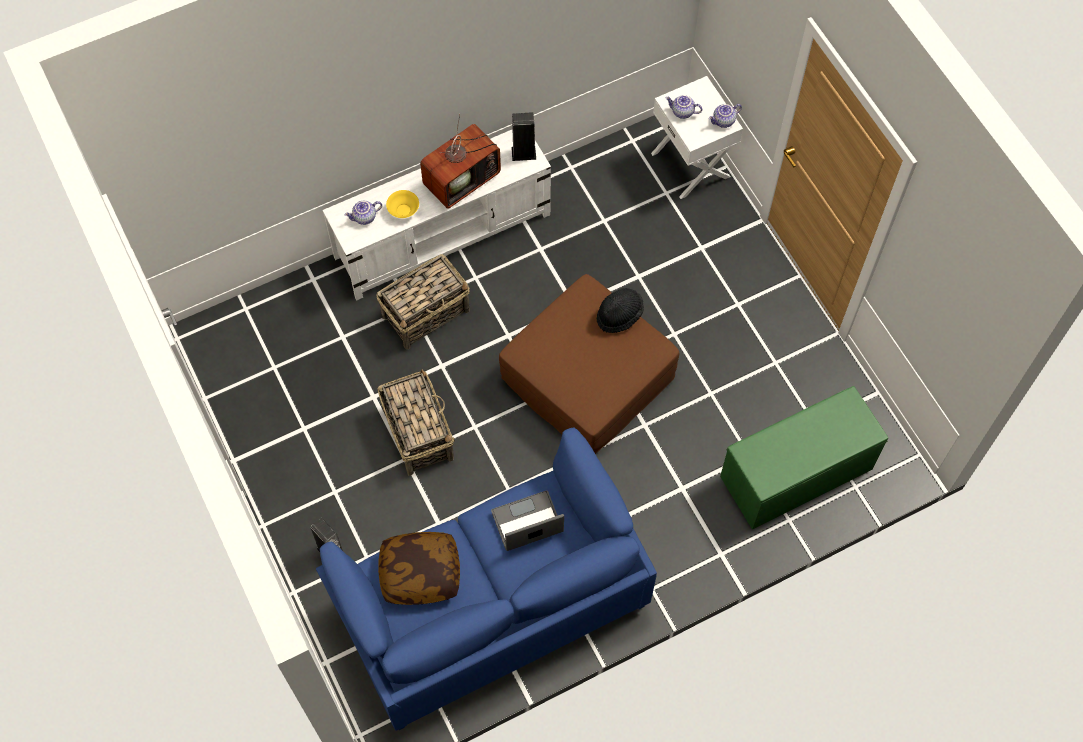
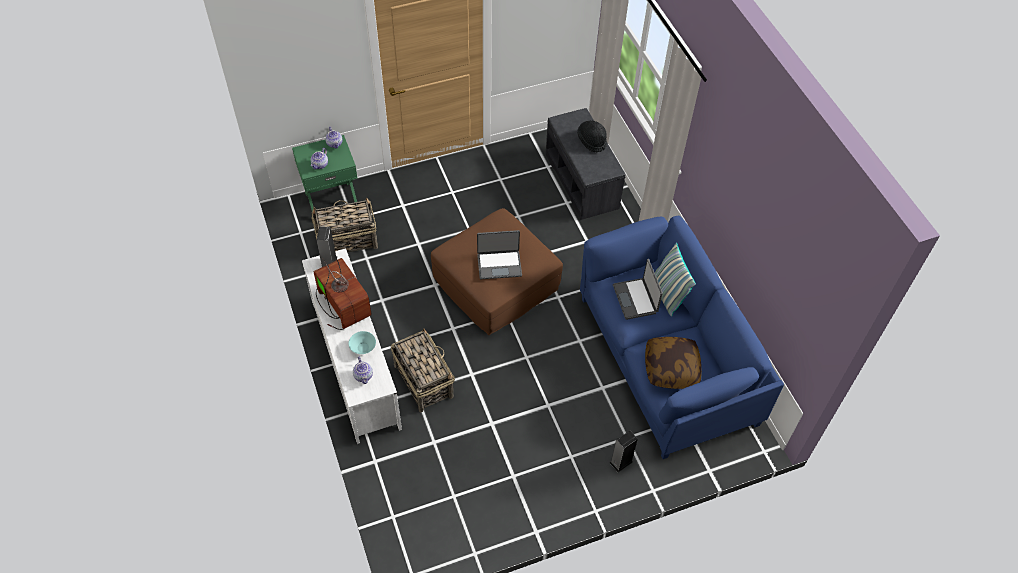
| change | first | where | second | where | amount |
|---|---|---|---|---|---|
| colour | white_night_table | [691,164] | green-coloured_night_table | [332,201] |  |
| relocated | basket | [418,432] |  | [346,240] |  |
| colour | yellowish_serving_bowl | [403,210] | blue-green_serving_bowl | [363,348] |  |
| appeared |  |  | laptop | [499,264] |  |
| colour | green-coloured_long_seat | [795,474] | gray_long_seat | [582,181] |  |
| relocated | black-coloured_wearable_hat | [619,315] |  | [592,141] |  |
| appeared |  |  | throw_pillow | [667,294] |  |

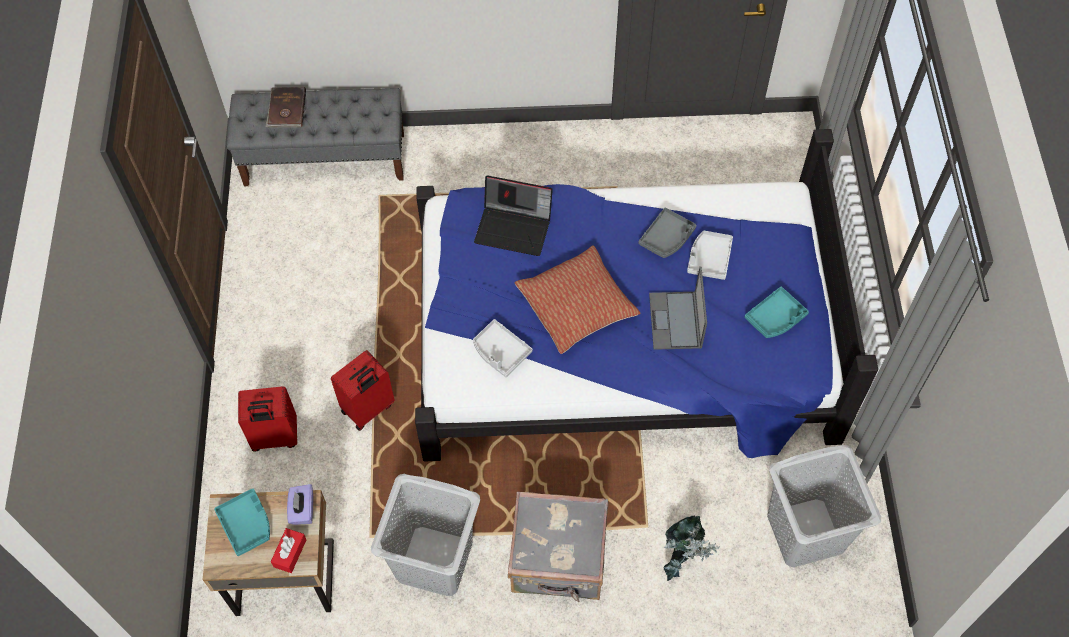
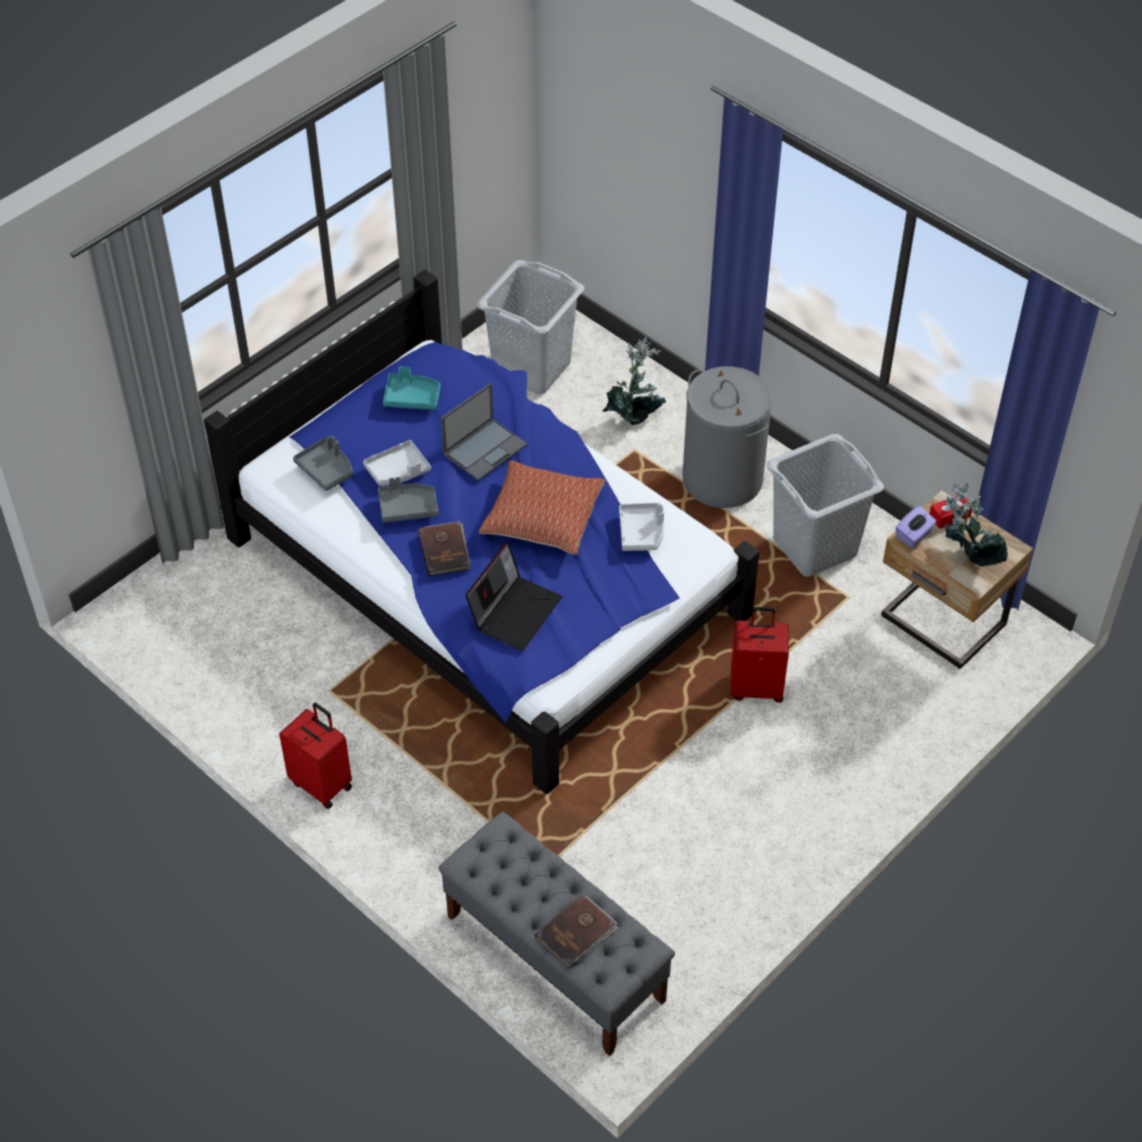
| change | first | where | second | where | amount |
|---|---|---|---|---|---|
| relocated | red_piece_of_luggage | [275,437] |  | [322,784] |  |
| appeared |  |  | gray_carrying_tray | [326,469] |  |
| appeared |  |  | brown-coloured_bound_book | [445,550] |  |
| spun | laptop | [514,228] |  | [515,611] | 60 degrees clockwise |
| exchanged | gray_piece_of_luggage | [559,560] | gray_washing_basket | [722,479] |  |
| exchanged | blue-green_carrying_tray | [247,524] | plant_in_a_pot | [967,557] |  |

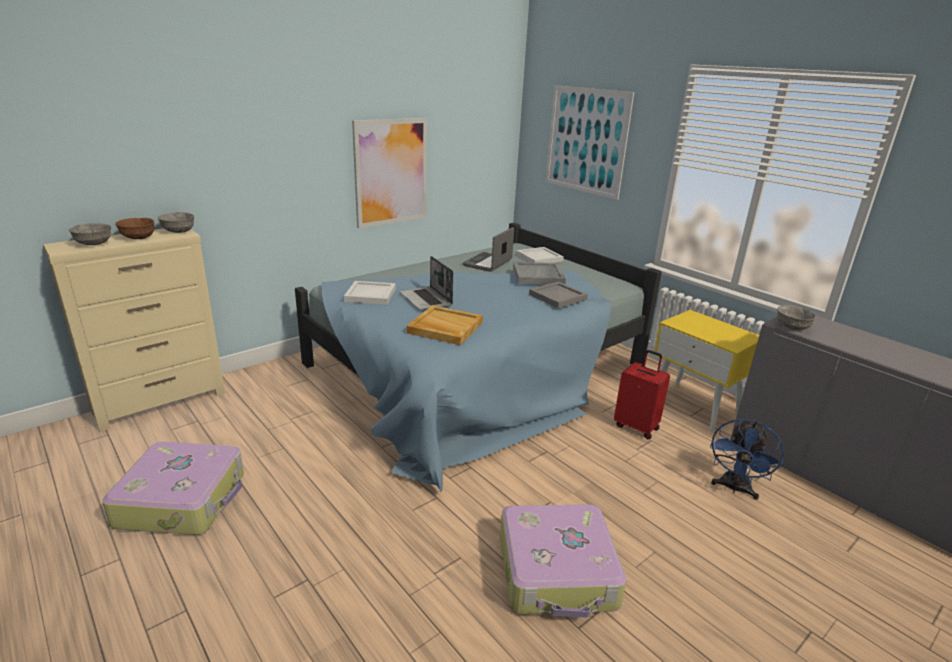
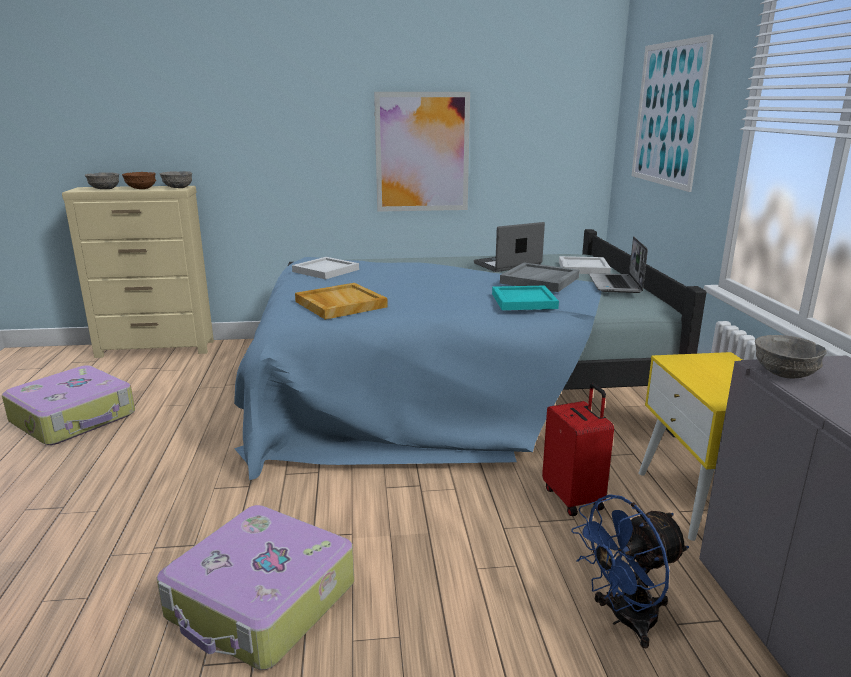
| change | first | where | second | where | amount |
|---|---|---|---|---|---|
| colour | gray_carrying_tray | [557,296] | blue-green_carrying_tray | [524,300] |  |
| relocated | laptop | [426,300] |  | [615,285] |  |

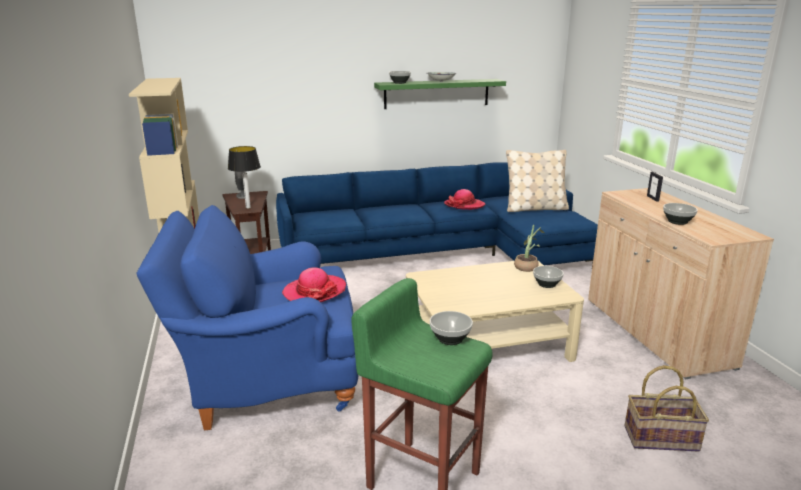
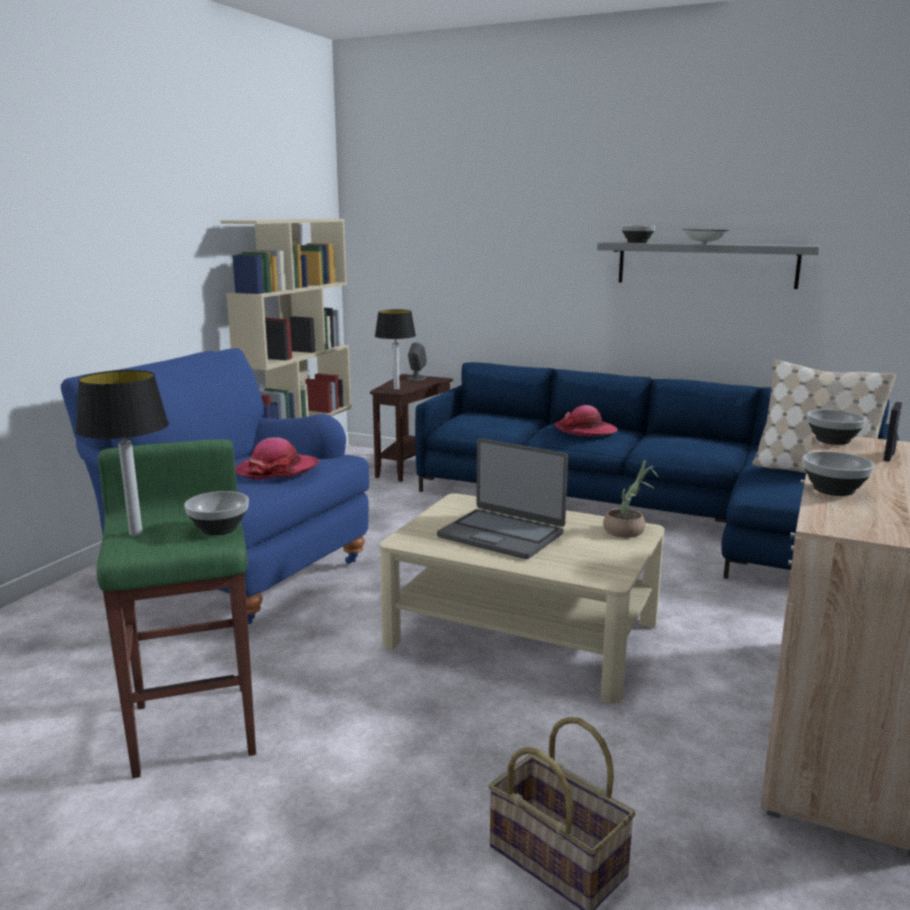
| change | first | where | second | where | amount |
|---|---|---|---|---|---|
| appeared |  |  | lamp_for_a_table | [136,533] |  |
| appeared |  |  | laptop | [501,535] |  |
| relocated | wearable_hat | [464,205] |  | [585,430] |  |
| colour | green-coloured_shelf | [437,93] | gray_shelf | [706,264] |  |
| relocated | serving_bowl | [547,284] |  | [833,441] |  |

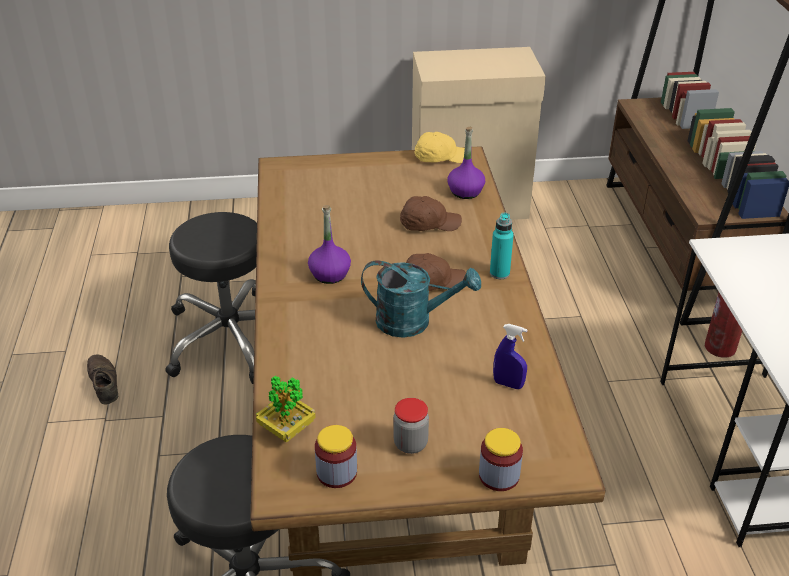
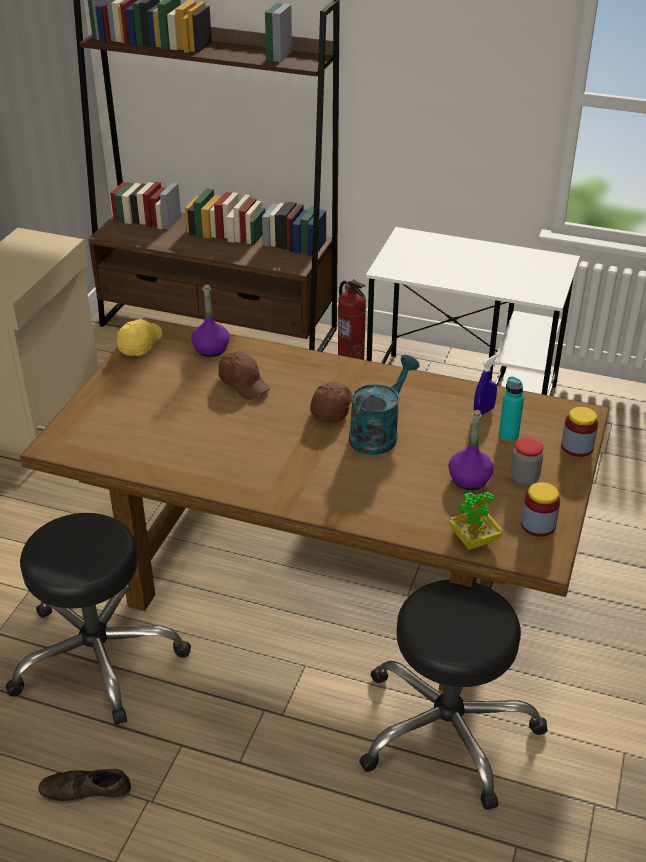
| change | first | where | second | where | amount |
|---|---|---|---|---|---|
| spun | brown-coloured_peaked_cap | [429,224] |  | [244,383] | 120 degrees clockwise |
| relocated | purplish_drink_bottle | [329,274] |  | [469,480] |  |
| relocated | blue-green_drink_bottle | [499,273] |  | [508,435] |  |

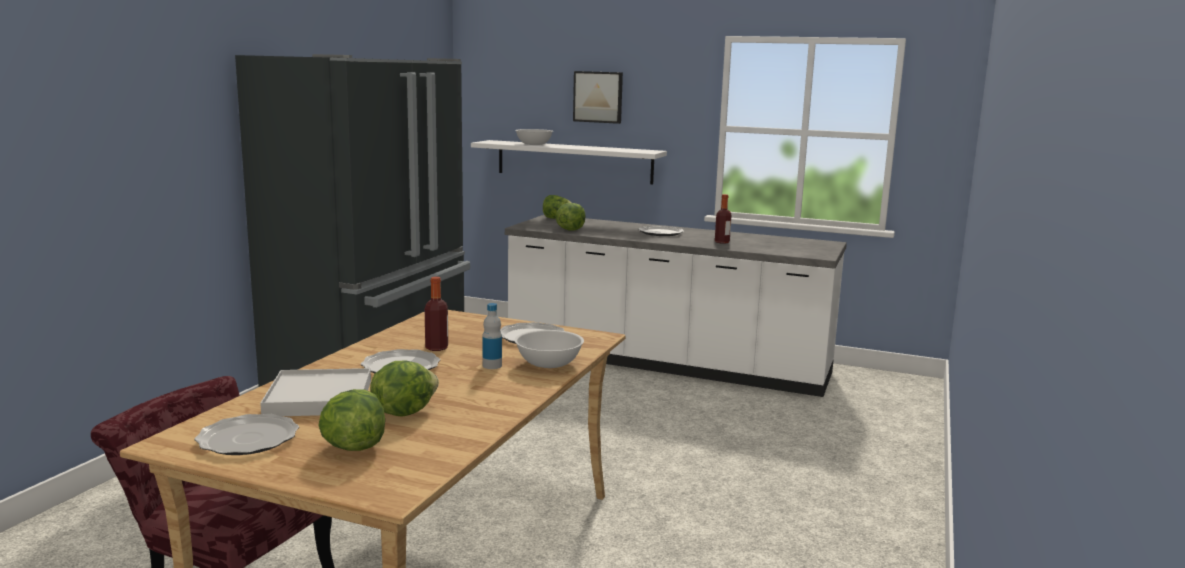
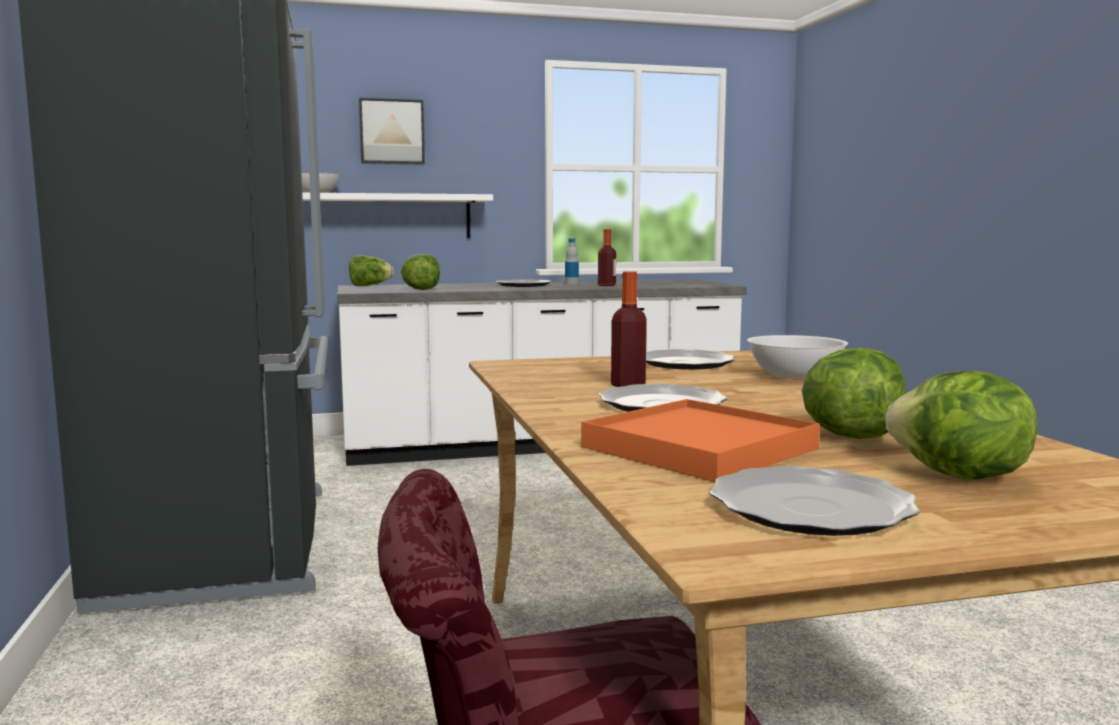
| change | first | where | second | where | amount |
|---|---|---|---|---|---|
| relocated | drink_bottle | [492,366] |  | [571,284] |  |
| colour | white_carrying_tray | [319,398] | orange-coloured_carrying_tray | [698,448] |  |

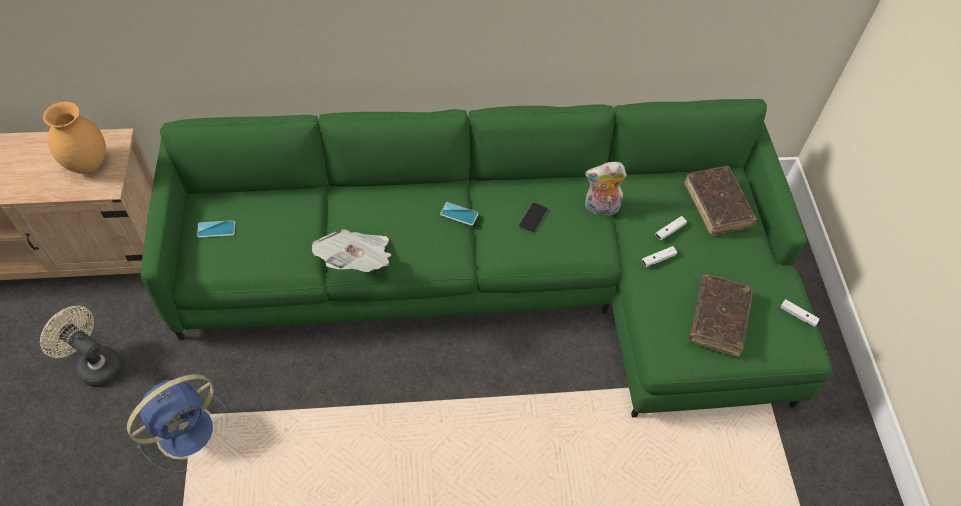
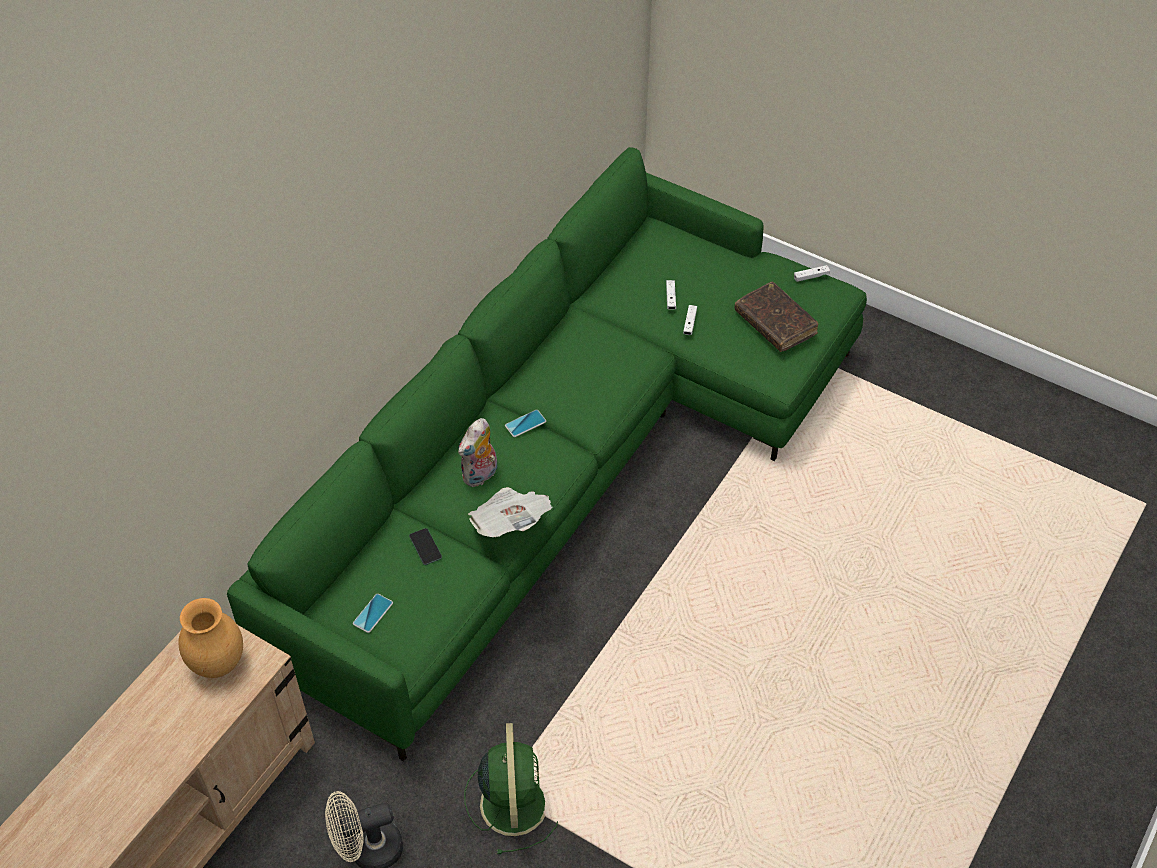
| change | first | where | second | where | amount |
|---|---|---|---|---|---|
| relocated | telephone | [533,218] |  | [425,547] |  |
| relocated | soft_toy | [600,208] |  | [480,475] |  |
| colour | blue_cooling_fan | [188,429] | green-coloured_cooling_fan | [513,801] |  |
| missing | brown-coloured_bound_book | [717,205] |  |  |  |

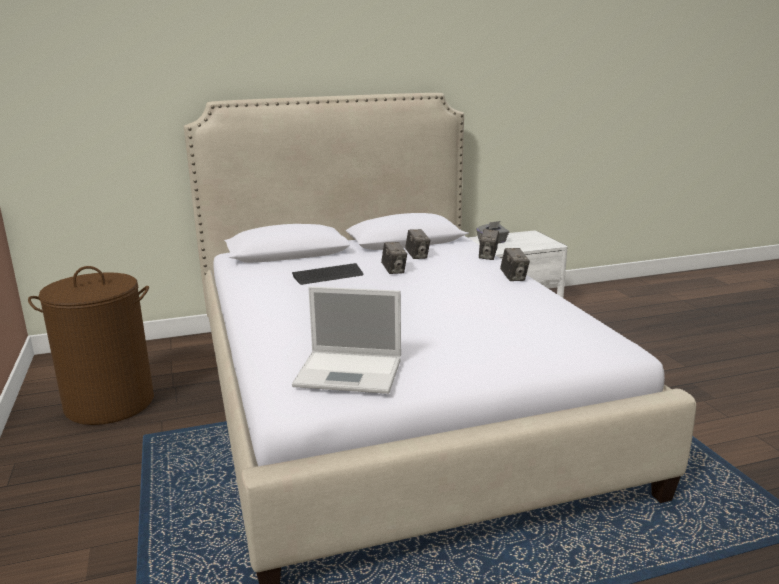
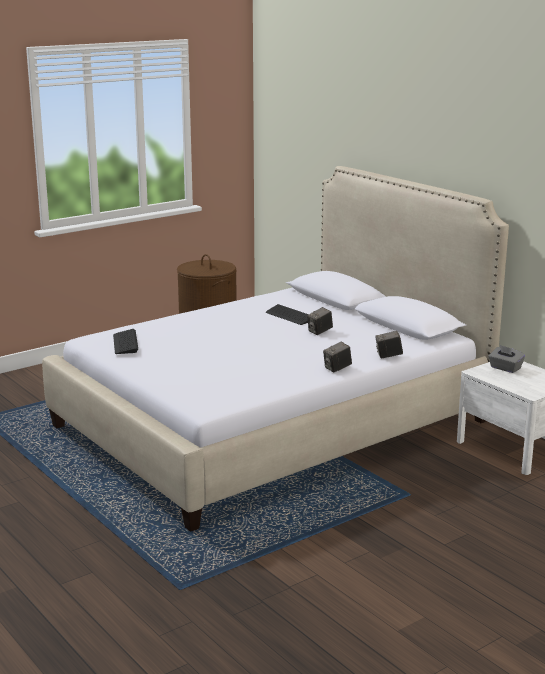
| change | first | where | second | where | amount |
|---|---|---|---|---|---|
| exchanged | laptop | [351,372] | computer_keyboard | [125,343] |  |
| missing | photo_camera | [417,256] |  |  |  |

